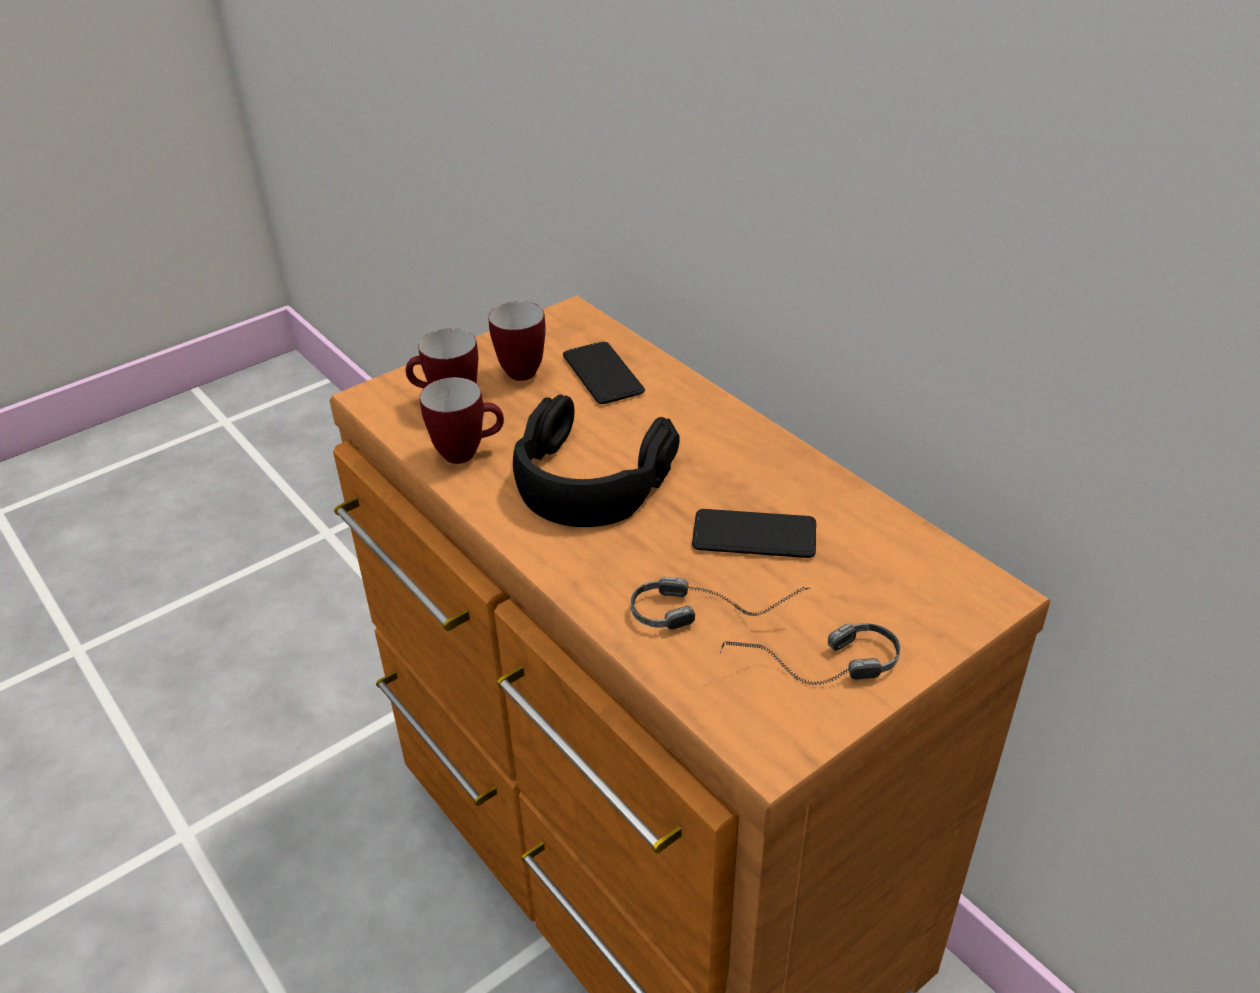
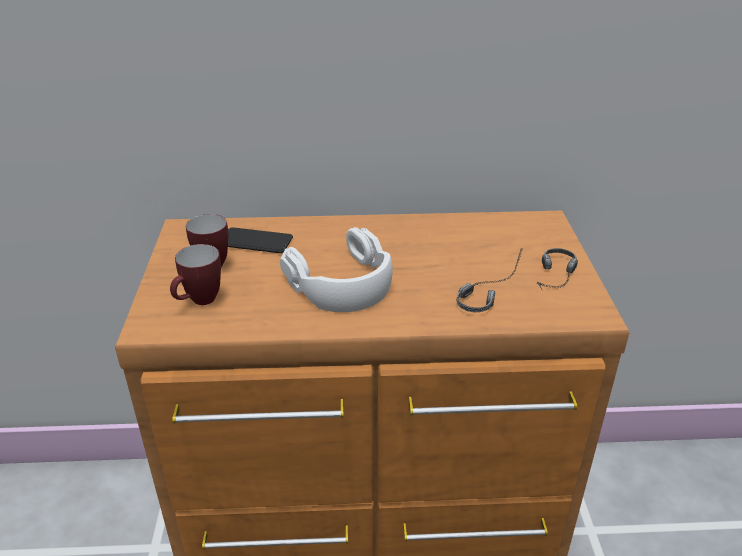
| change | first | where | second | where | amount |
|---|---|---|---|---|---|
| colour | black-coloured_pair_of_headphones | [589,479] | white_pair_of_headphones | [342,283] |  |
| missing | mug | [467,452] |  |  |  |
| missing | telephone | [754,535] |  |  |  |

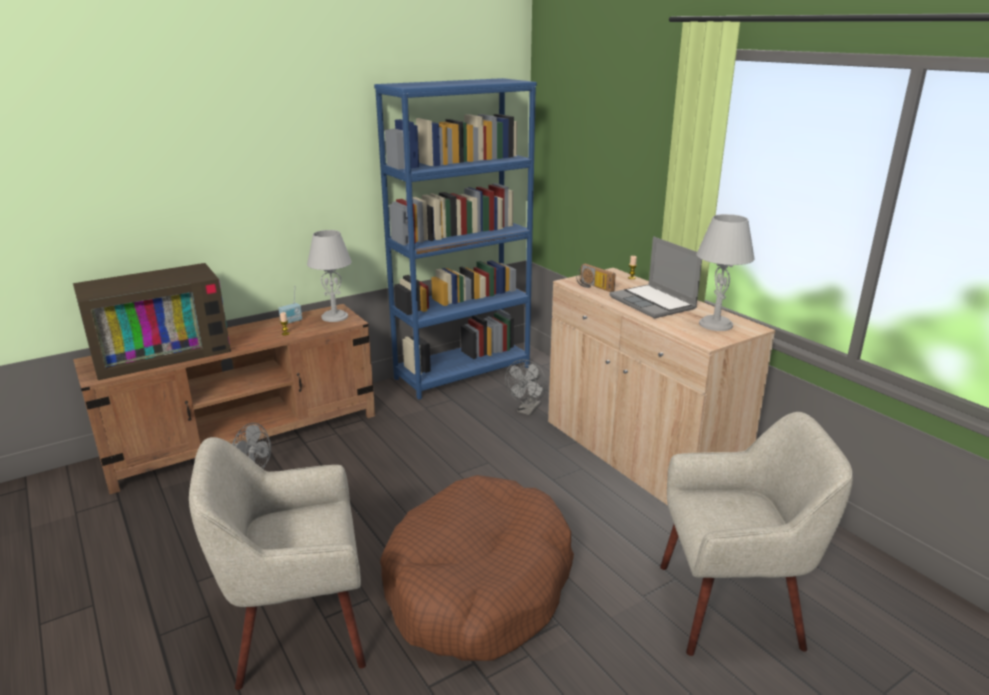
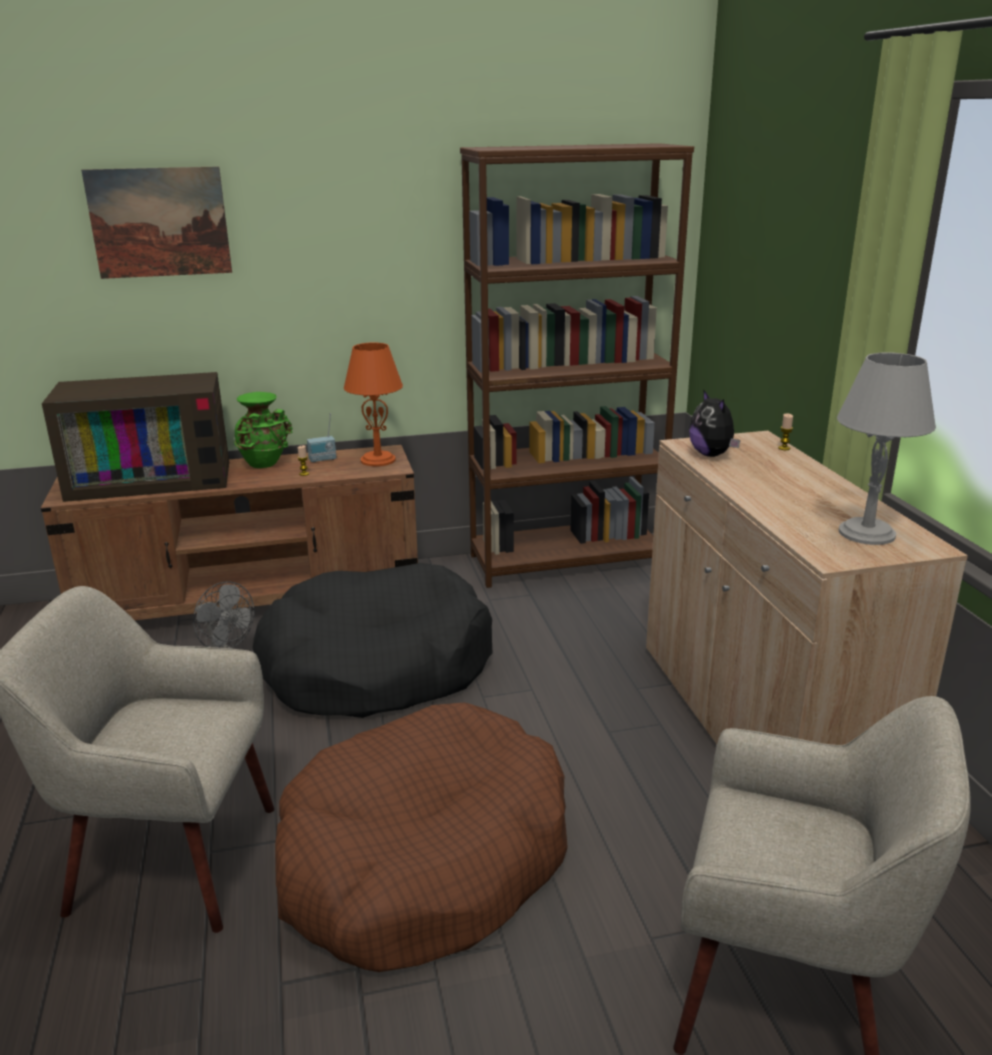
| change | first | where | second | where | amount |
|---|---|---|---|---|---|
| appeared |  |  | wall_art | [159,222] |  |
| appeared |  |  | green-coloured_flower_vase | [265,464] |  |
| appeared |  |  | black-coloured_dog_bed | [376,666] |  |
| colour | gray_lamp_for_a_table | [334,317] | orange-coloured_lamp_for_a_table | [377,460] |  |
| colour | blue_shelving_unit | [463,372] | brown-coloured_shelving_unit | [566,560] |  |
| exchanged | radio_set | [593,287] | soft_toy | [712,454] |  |
| missing | gray_cooling_fan | [527,410] |  |  |  |
| missing | laptop | [654,303] |  |  |  |

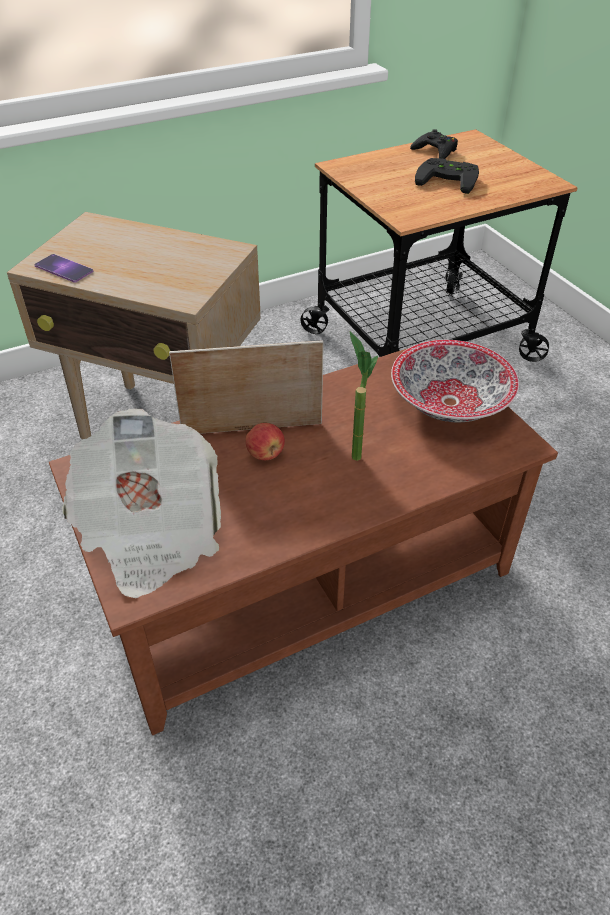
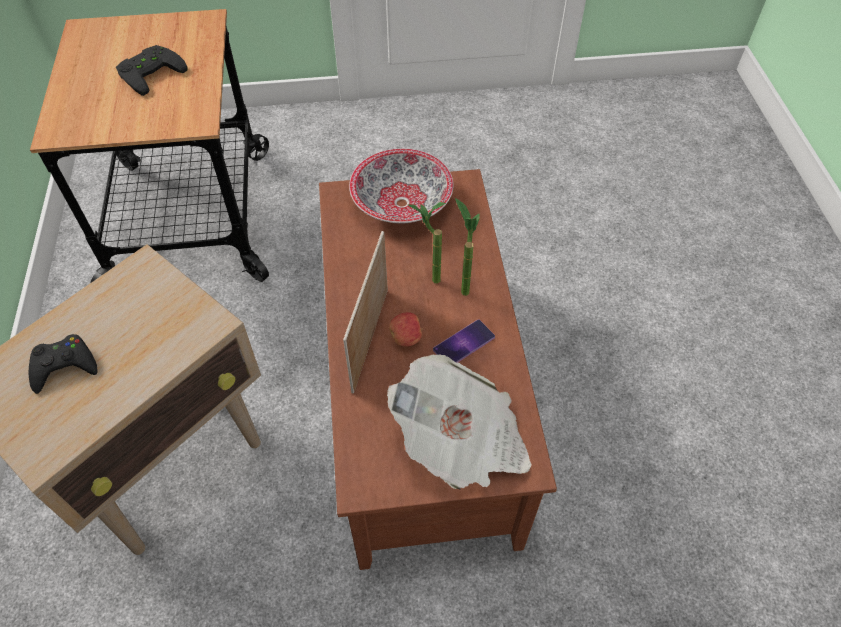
| change | first | where | second | where | amount |
|---|---|---|---|---|---|
| relocated | black-coloured_joypad | [435,151] |  | [64,366] |  |
| relocated | telephone | [64,268] |  | [464,343] |  |
| appeared |  |  | plant_in_a_pot | [462,285] |  |

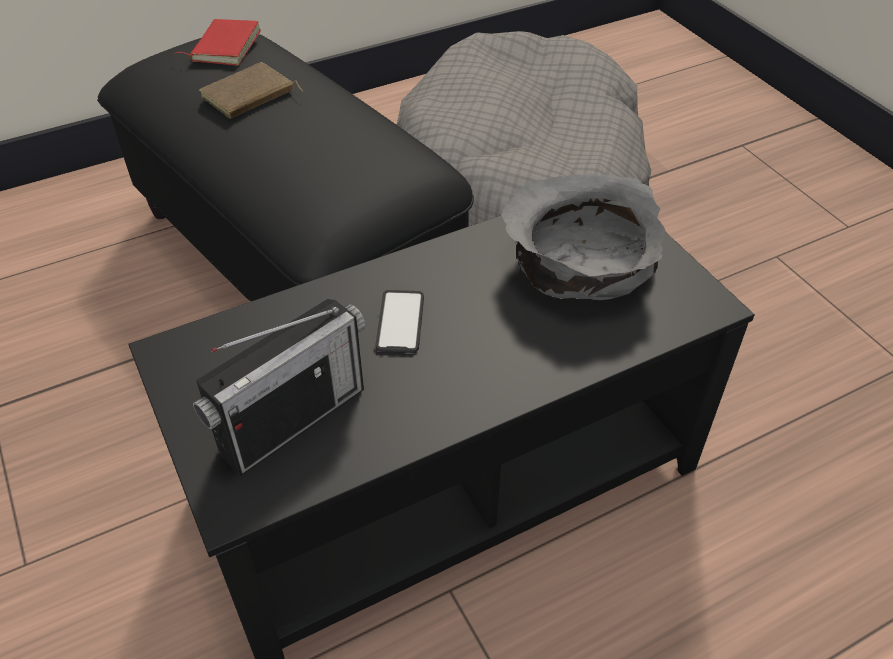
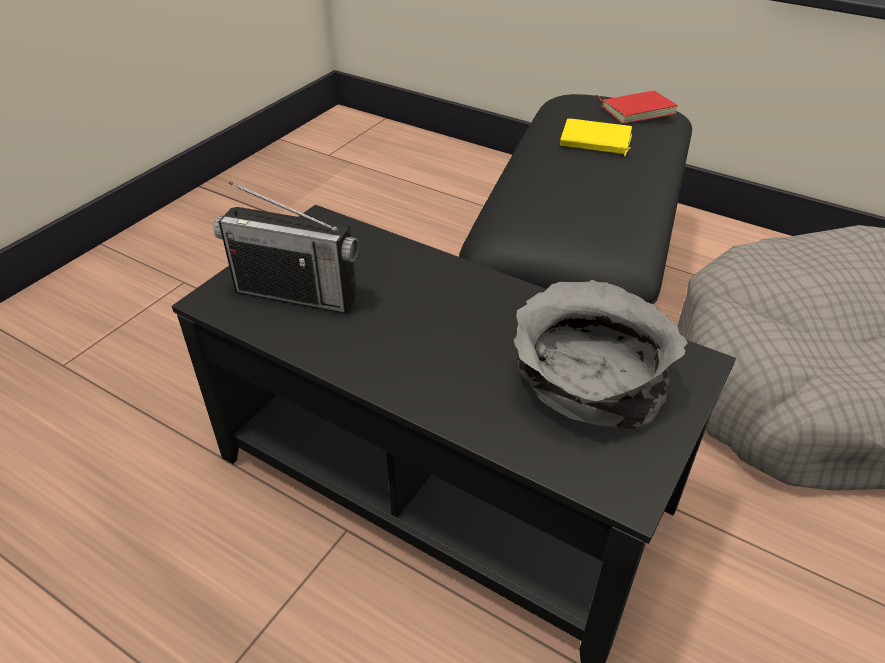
| change | first | where | second | where | amount |
|---|---|---|---|---|---|
| colour | brown-coloured_bound_book | [249,96] | yellowish_bound_book | [595,142] |  |
| missing | telephone | [400,322] |  |  |  |

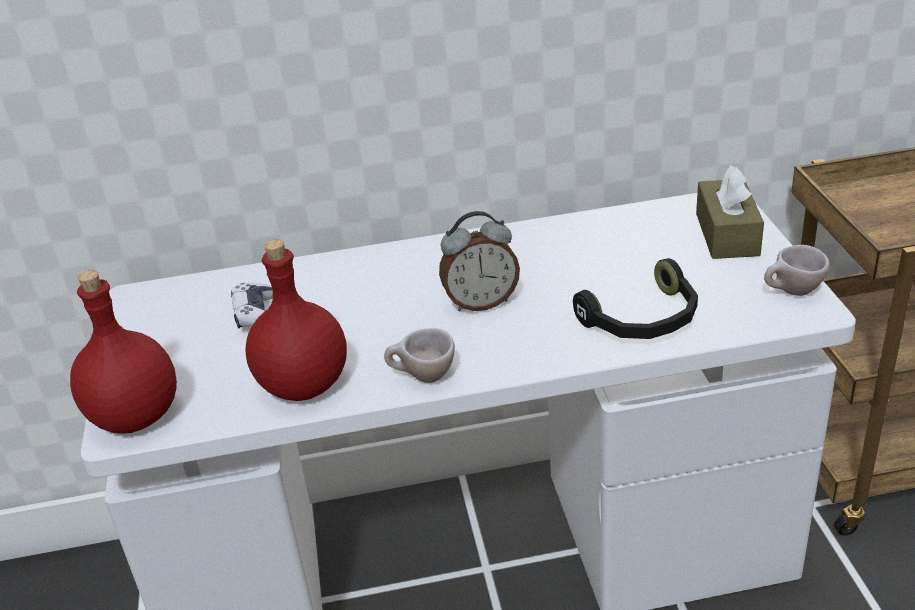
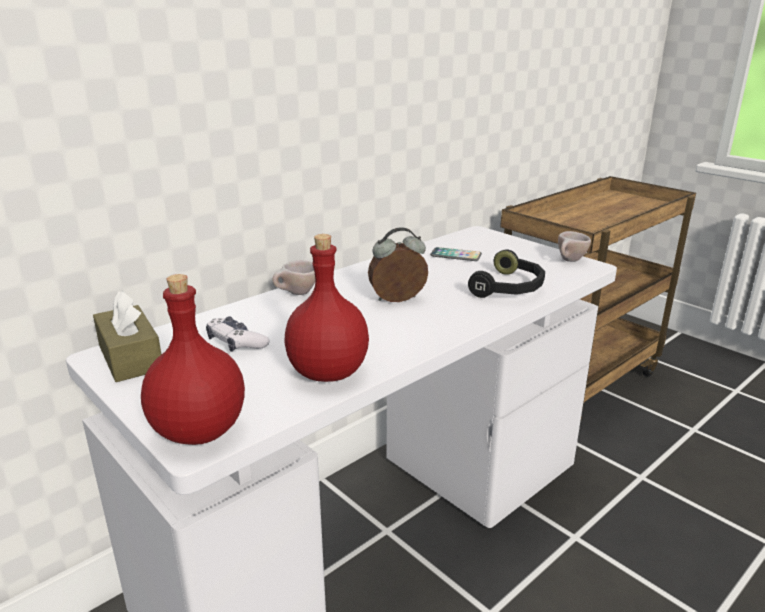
| change | first | where | second | where | amount |
|---|---|---|---|---|---|
| relocated | brown-coloured_tissue_holder | [727,234] |  | [130,357] |  |
| relocated | sand-coloured_drinking_cup | [422,378] |  | [296,294] |  |
| spun | alarm_clock | [481,302] |  | [398,301] | 150 degrees counterclockwise |
| appeared |  |  | telephone | [455,255] |  |

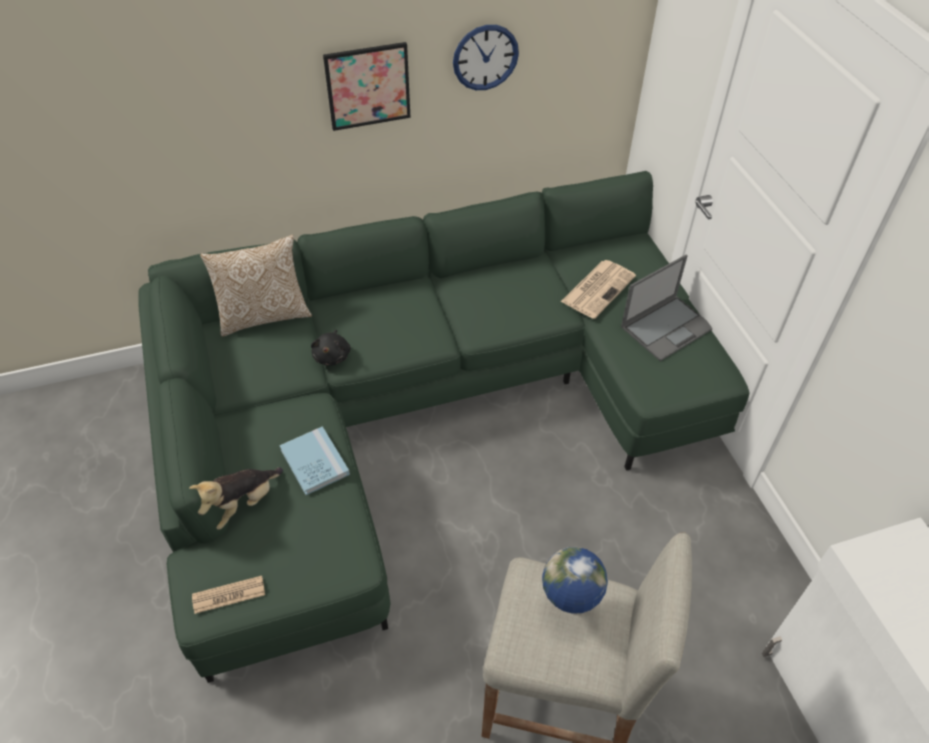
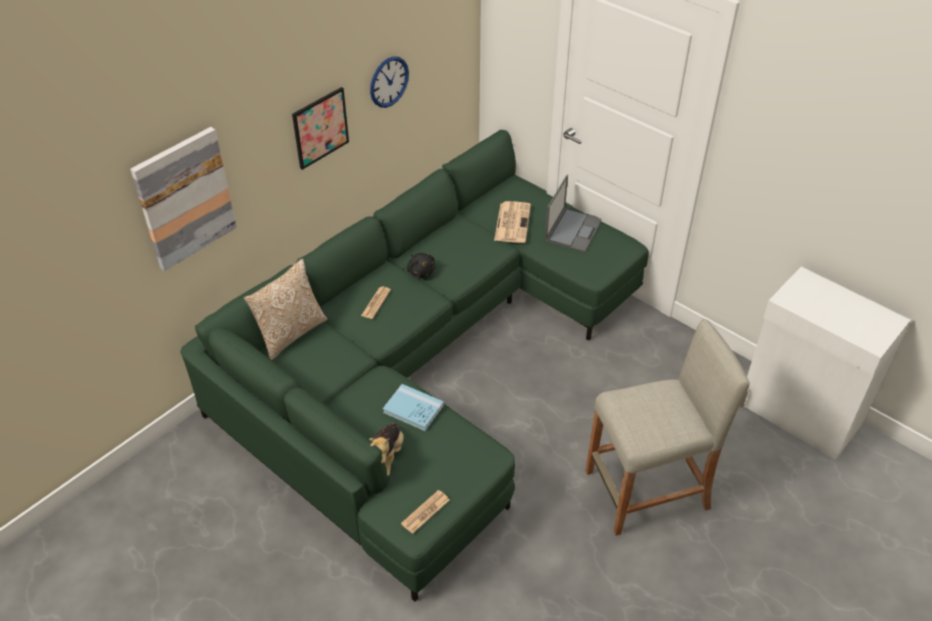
| change | first | where | second | where | amount |
|---|---|---|---|---|---|
| appeared |  |  | wall_art | [184,198] |  |
| appeared |  |  | printed_paper | [376,303] |  |
| relocated | black-coloured_soft_toy | [332,355] |  | [421,271] |  |
| missing | desk_globe | [568,608] |  |  |  |

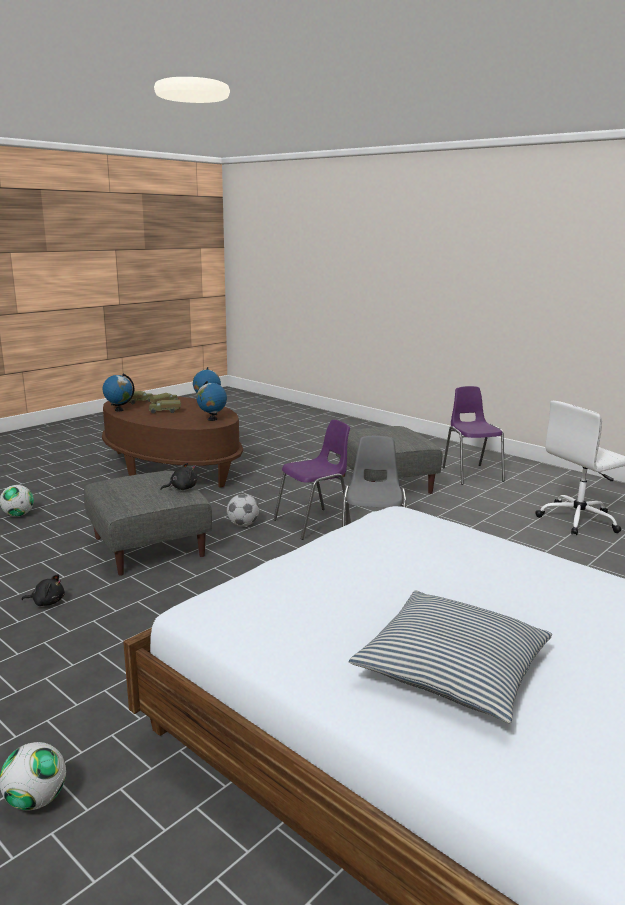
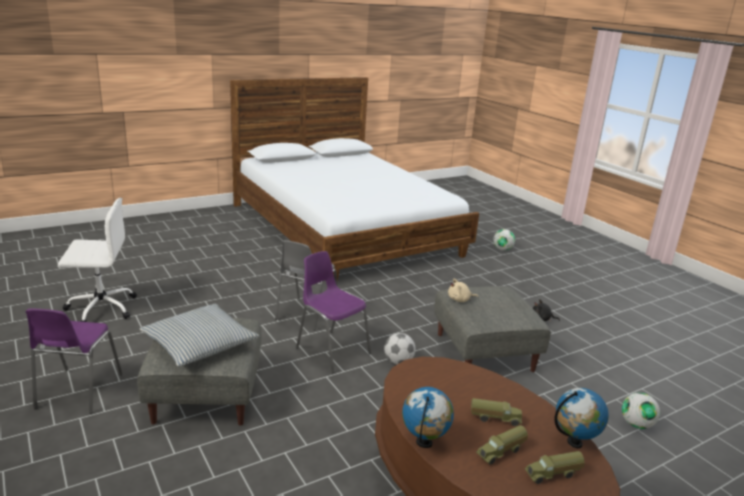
| change | first | where | second | where | amount |
|---|---|---|---|---|---|
| relocated | throw_pillow | [452,668] |  | [199,344] |  |
| spun | purplish_upright_chair | [314,523] |  | [331,350] | 60 degrees clockwise |
| colour | black-coloured_soft_toy | [181,488] | sand-coloured_soft_toy | [460,300] |  |
| missing | desk_globe | [212,419] |  |  |  |

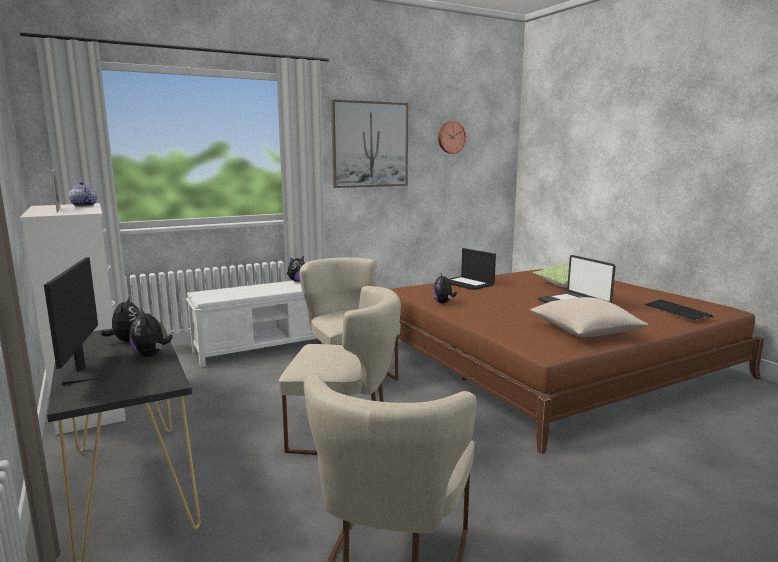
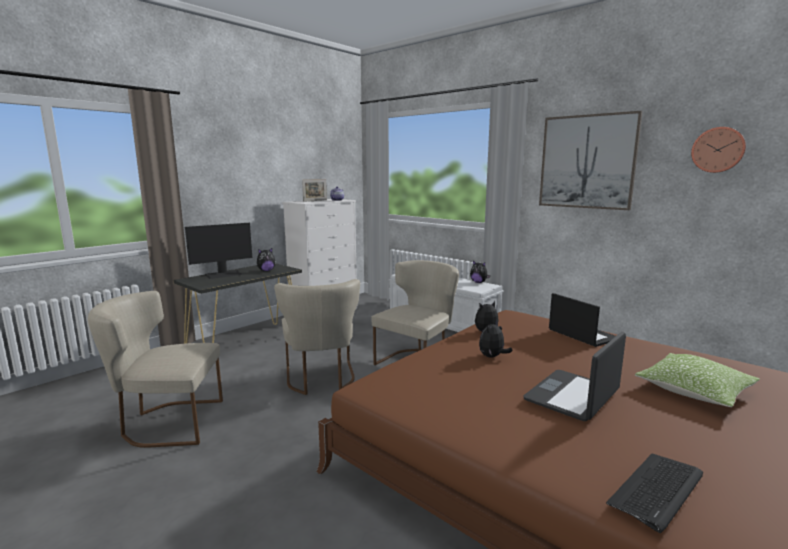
| change | first | where | second | where | amount |
|---|---|---|---|---|---|
| relocated | soft_toy | [151,355] |  | [492,357] |  |
| spun | laptop | [468,283] |  | [582,334] | 120 degrees clockwise |
| missing | sand-coloured_throw_pillow | [585,331] |  |  |  |

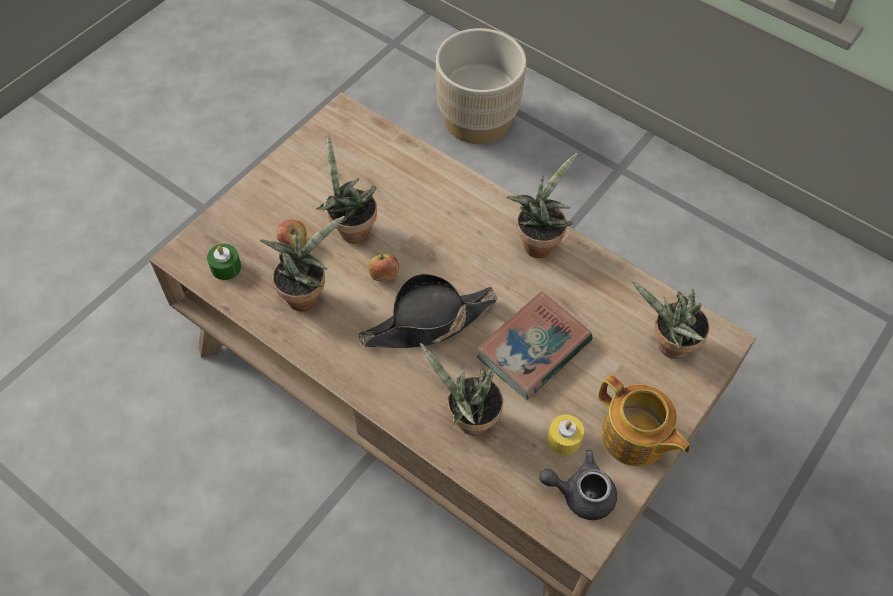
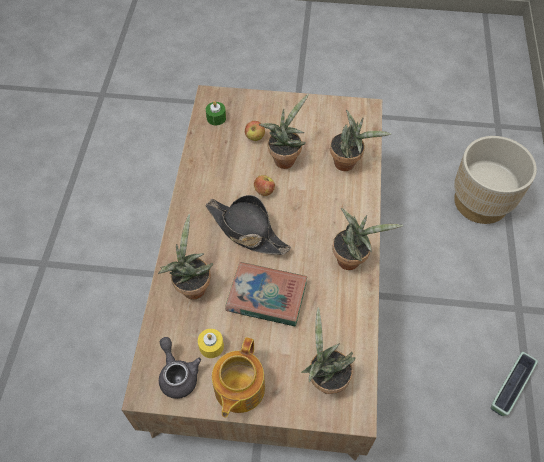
| change | first | where | second | where | amount |
|---|---|---|---|---|---|
| relocated | plant_in_a_pot | [305,294] |  | [348,163] |  |
| appeared |  |  | plant_pot | [509,388] |  |

